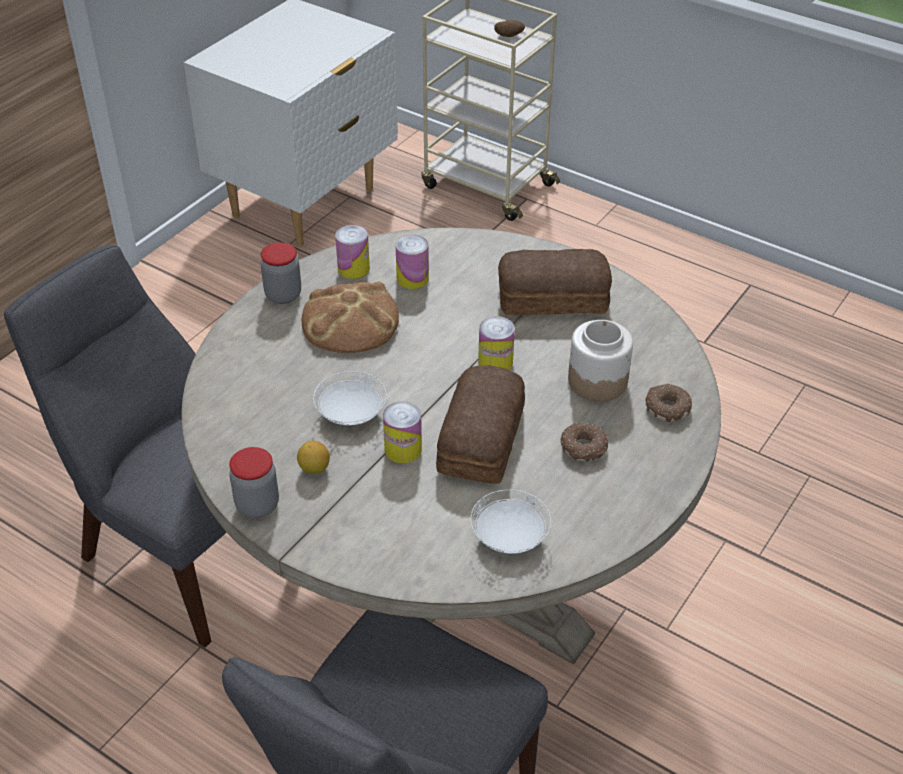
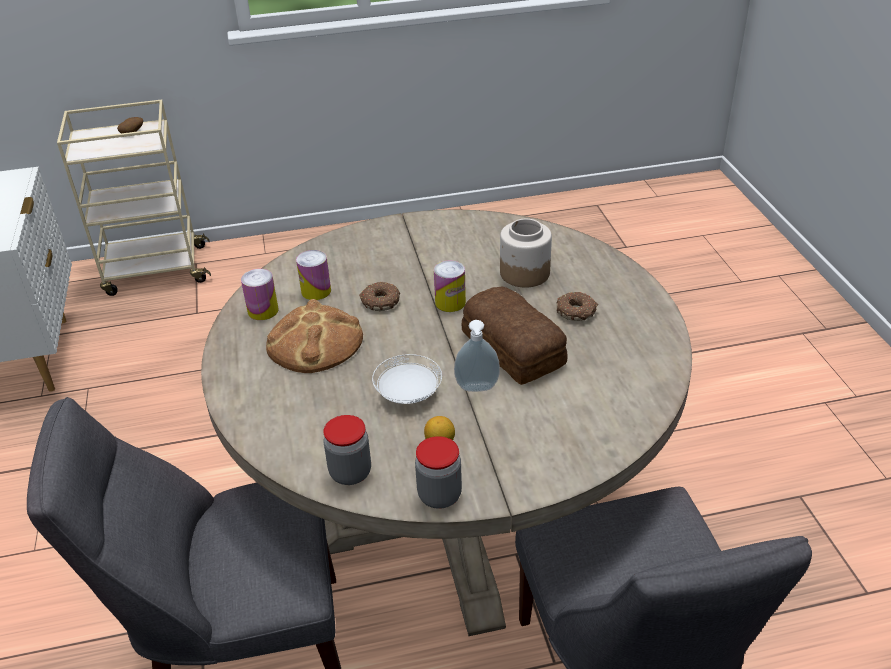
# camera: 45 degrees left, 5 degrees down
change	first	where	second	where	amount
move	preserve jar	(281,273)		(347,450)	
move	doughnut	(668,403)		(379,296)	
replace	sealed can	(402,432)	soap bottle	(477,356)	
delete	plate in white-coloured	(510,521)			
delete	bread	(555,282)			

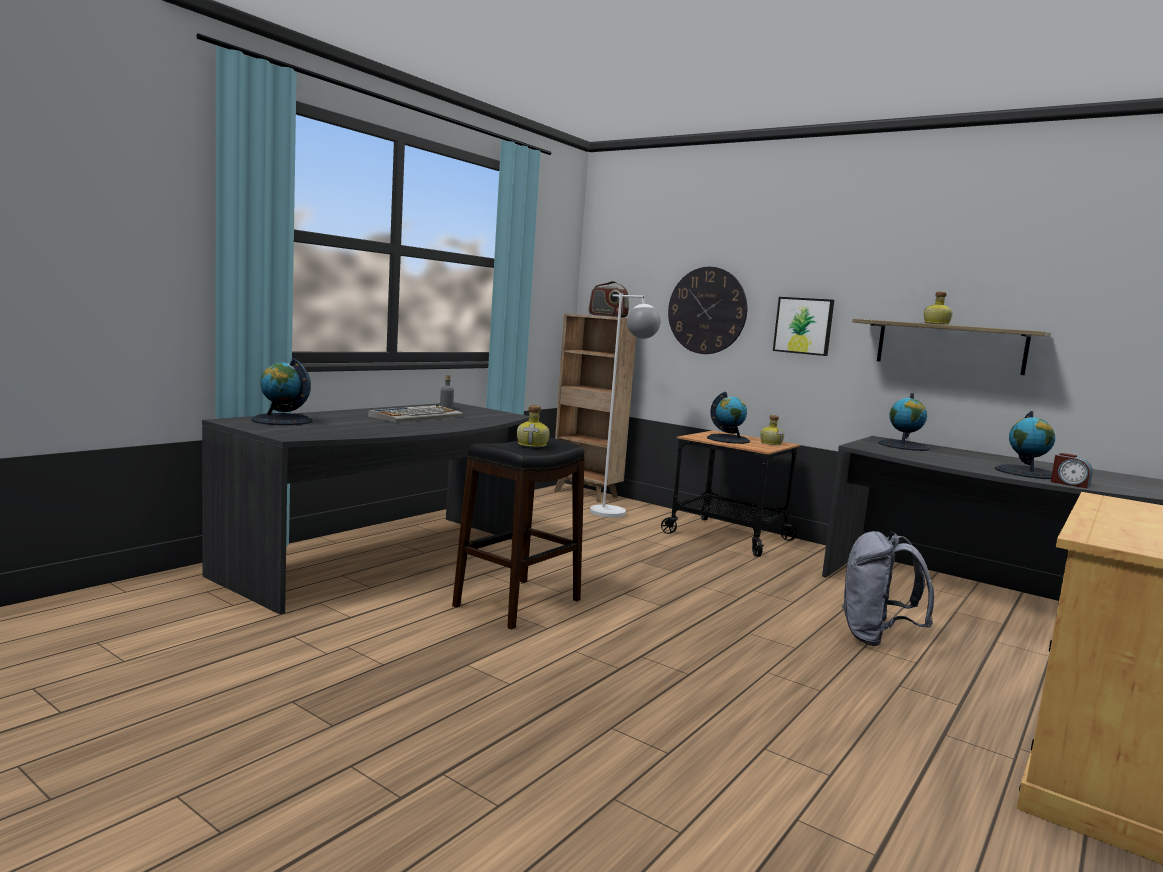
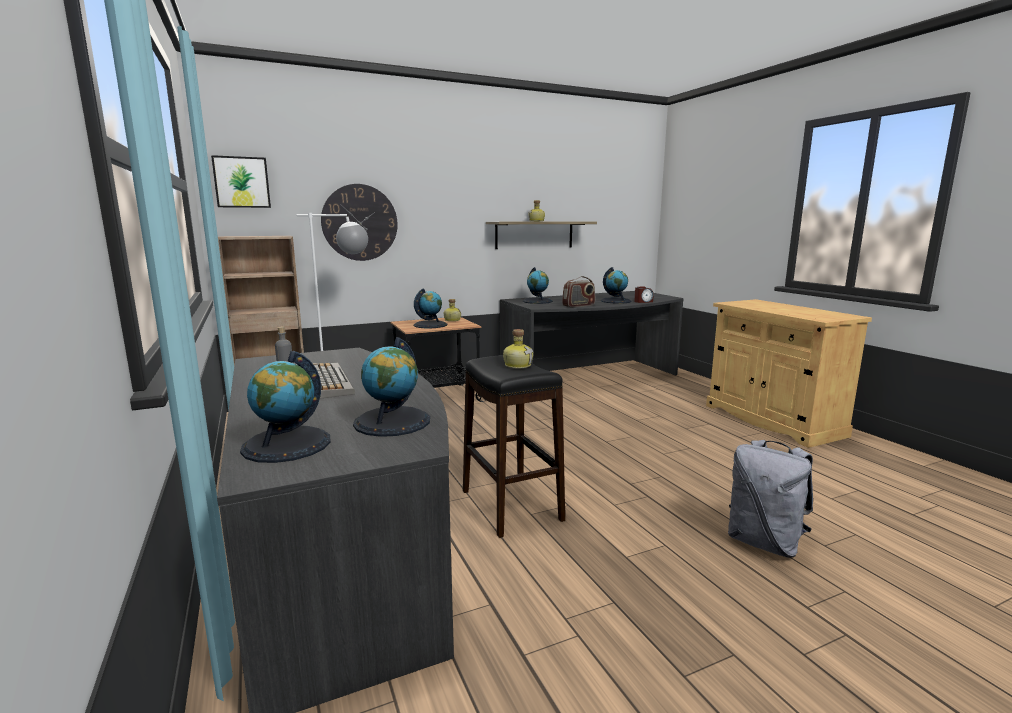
# camera: 60 degrees left, 5 degrees up
change	first	where	second	where	amount
move	picture	(803,326)		(241,181)	
insert			desk globe	(391,387)	
move	radio receiver	(609,299)		(578,291)	
move	backpack in greyish	(888,588)		(770,499)	

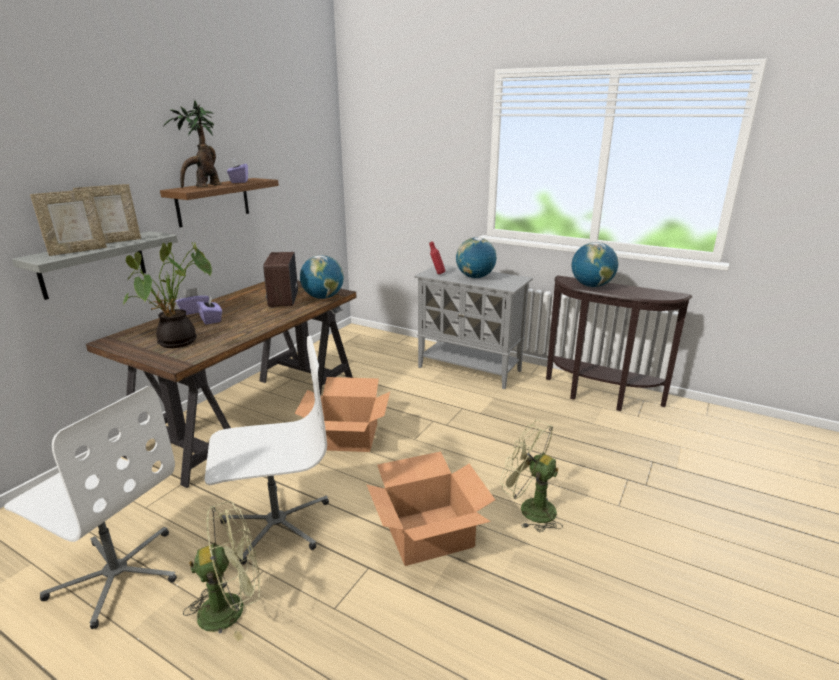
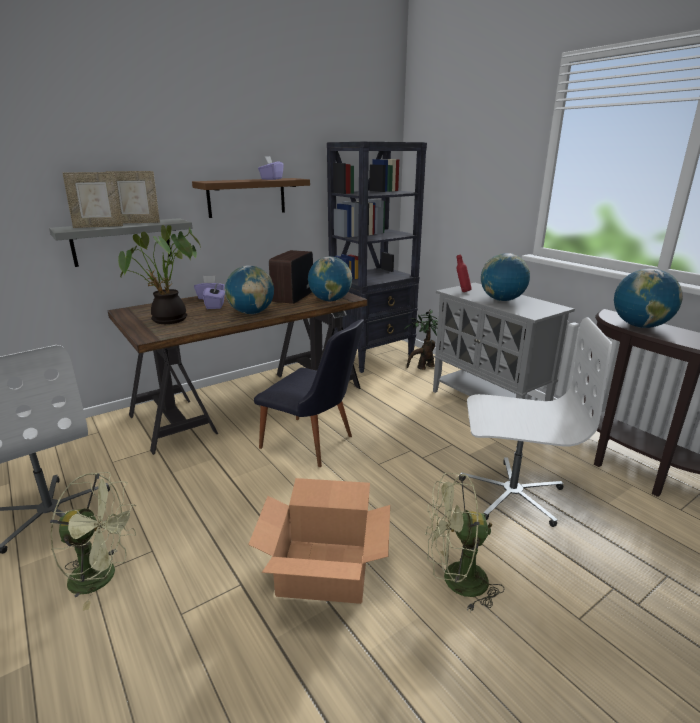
# camera: 25 degrees right, 0 degrees up
change	first	where	second	where	amount
insert			desk globe	(249,289)	
replace	packing box	(342,414)	plain chair in black-coloured	(309,393)	
insert			bookcase in black-coloured	(377,257)	
move	plant in a pot	(192,144)		(421,339)	
rotate	electric fan in green-coloured	(531,476)		(465,542)	60 degrees counterclockwise
move	computer chair in white-coloured	(267,449)		(536,422)	

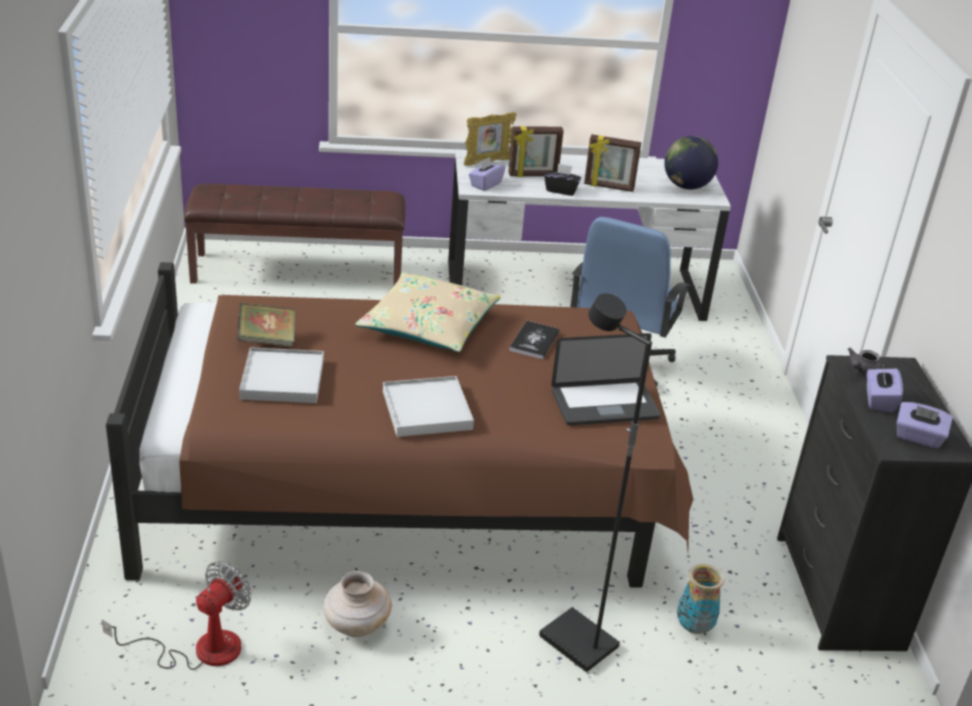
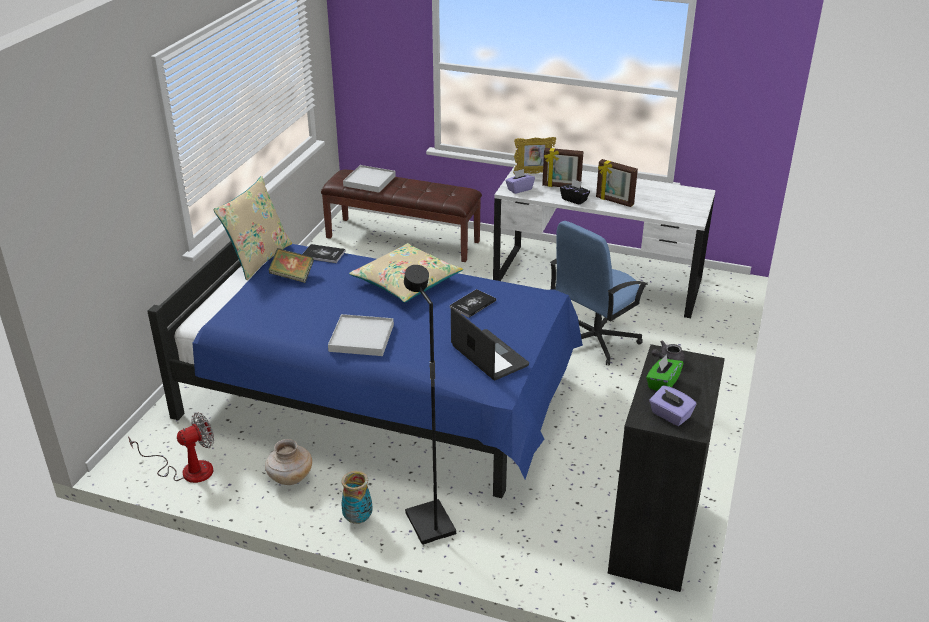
# camera: 25 degrees right, 0 degrees up
change	first	where	second	where	amount
recolor	bed in brown	(399,425)	bed in blue	(365,369)	
insert			throw pillow in sand-coloured	(252,228)	
insert			volume	(323,253)	
move	vase	(700,599)		(357,497)	
move	serving tray in white-coloured	(281,375)		(369,179)	
rotate	notebook computer	(606,379)		(490,343)	135 degrees counterclockwise
recolor	tissue box in purple-coloured	(885,388)	tissue box in green-coloured	(664,372)	
delete	desk globe	(691,162)			

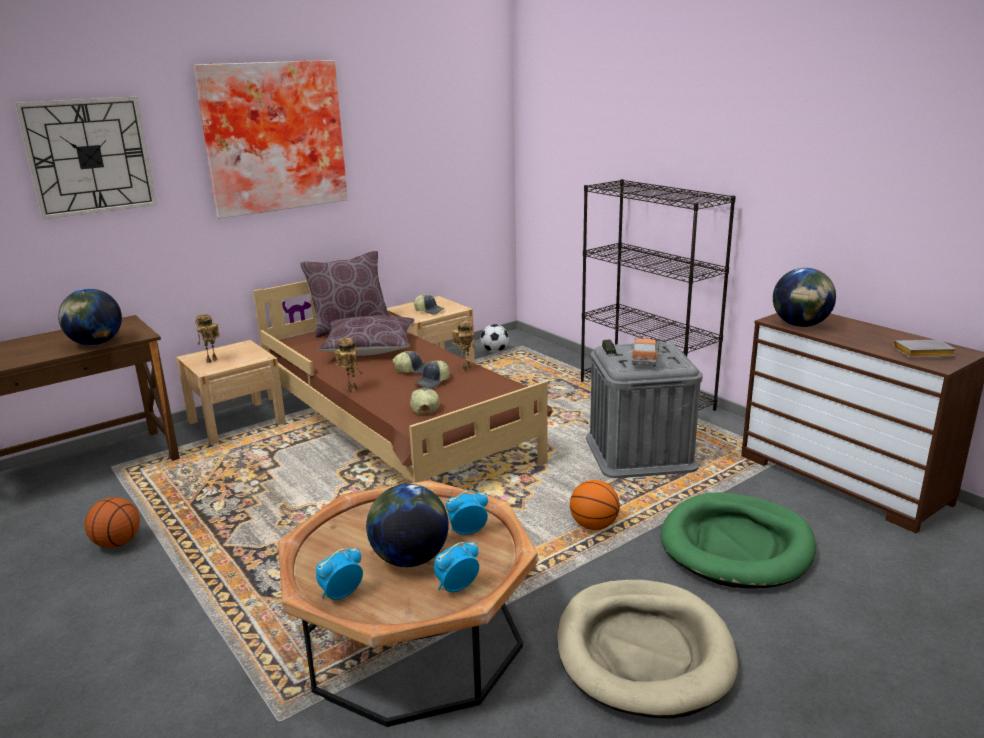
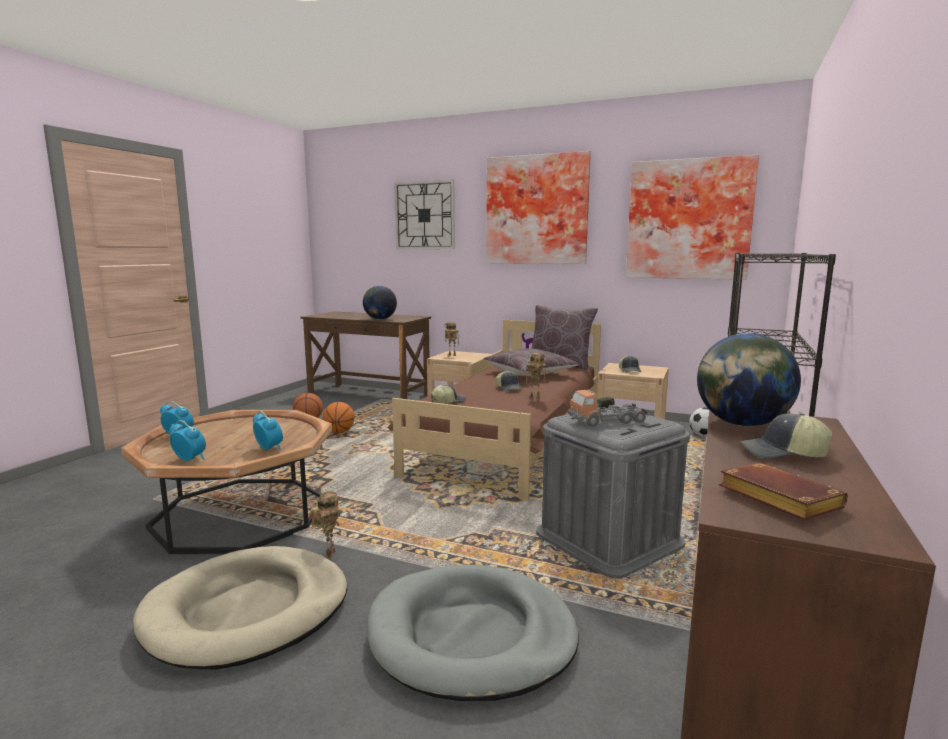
# camera: 60 degrees right, 10 degrees down
change	first	where	second	where	amount
move	toy robot	(349,364)		(325,525)	
move	basketball	(595,505)		(338,417)	
recolor	pet bed in green-coloured	(738,540)	pet bed in greyish	(472,633)	
insert			picture	(692,217)	
recolor	volume in greyish	(924,349)	volume in brown	(783,491)	
move	peaked cap	(433,374)		(785,435)	
delete	desk globe	(407,525)			

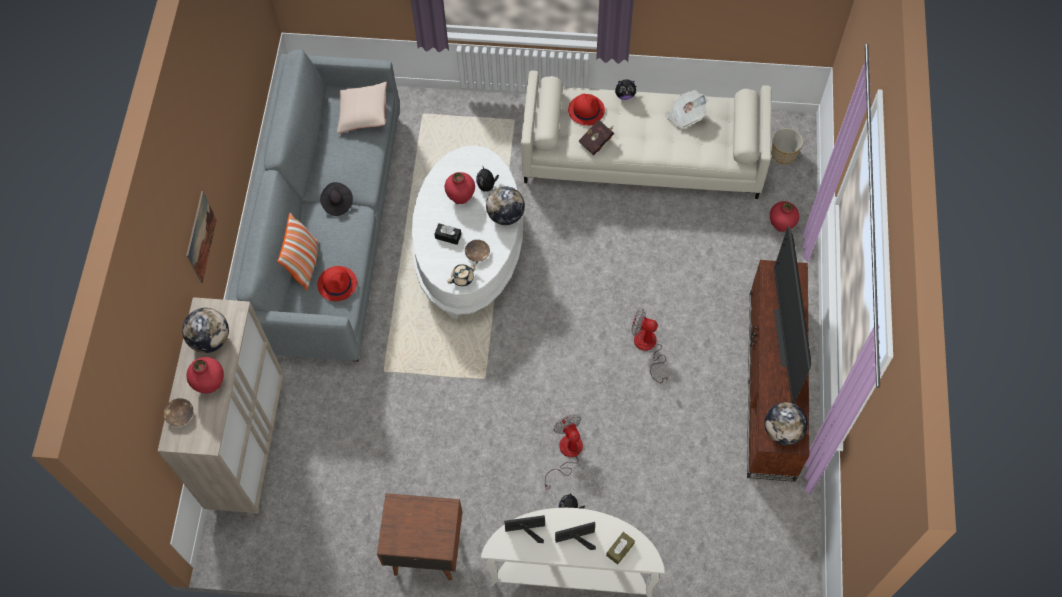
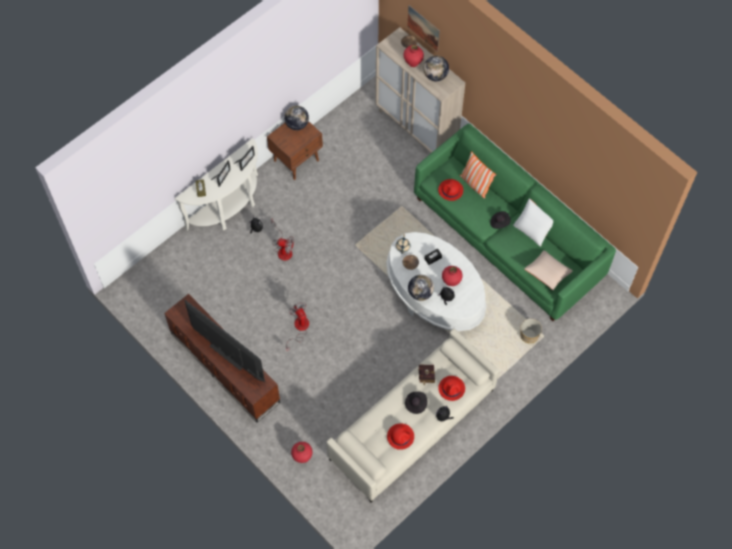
# camera: 130 degrees right, 0 degrees up
change	first	where	second	where	amount
move	desk globe	(786,423)		(296,118)	
rotate	electric fan	(650,345)		(297,326)	90 degrees counterclockwise
replace	newspaper	(686,109)	hat in reddish	(400,437)	
insert			hat in black-coloured	(416,402)	
move	picture	(201,237)		(423,28)	
recolor	settee in greyish	(313,205)	settee in green-coloured	(515,222)	
insert			throw pillow in white-coloured	(533,222)	
move	flower pot	(787,146)		(531,331)	

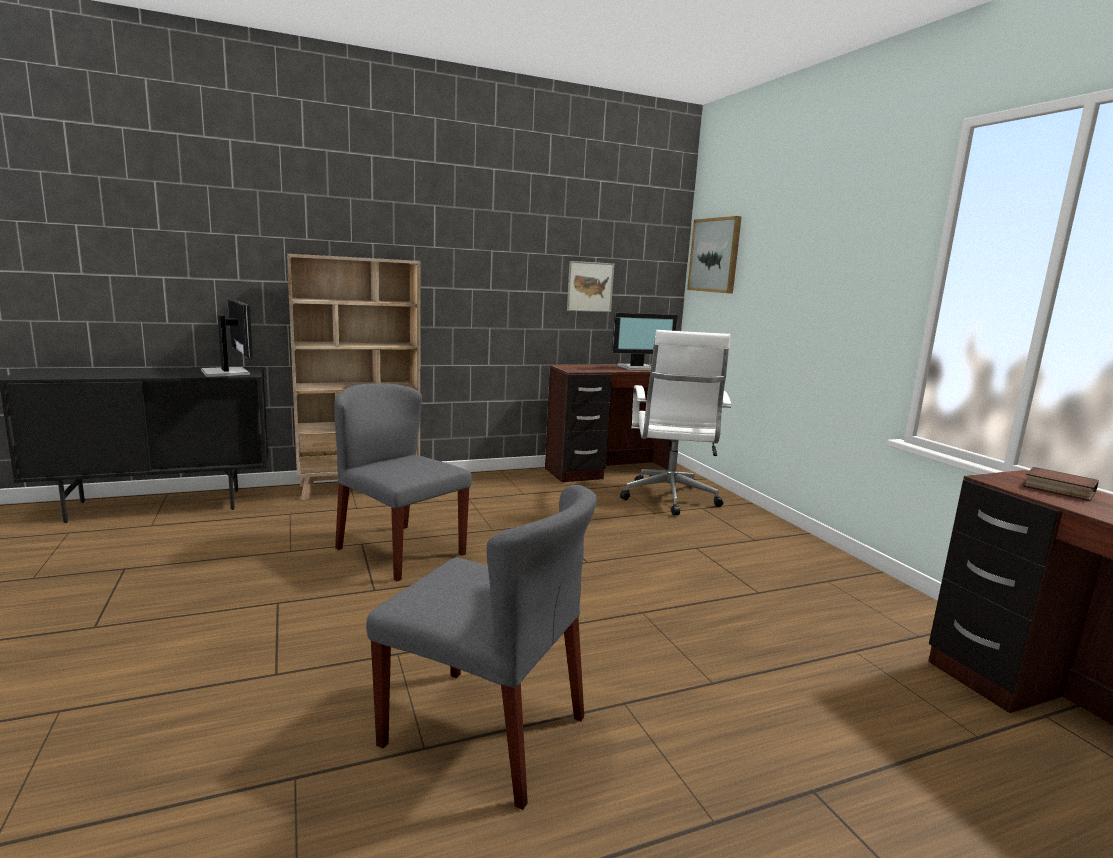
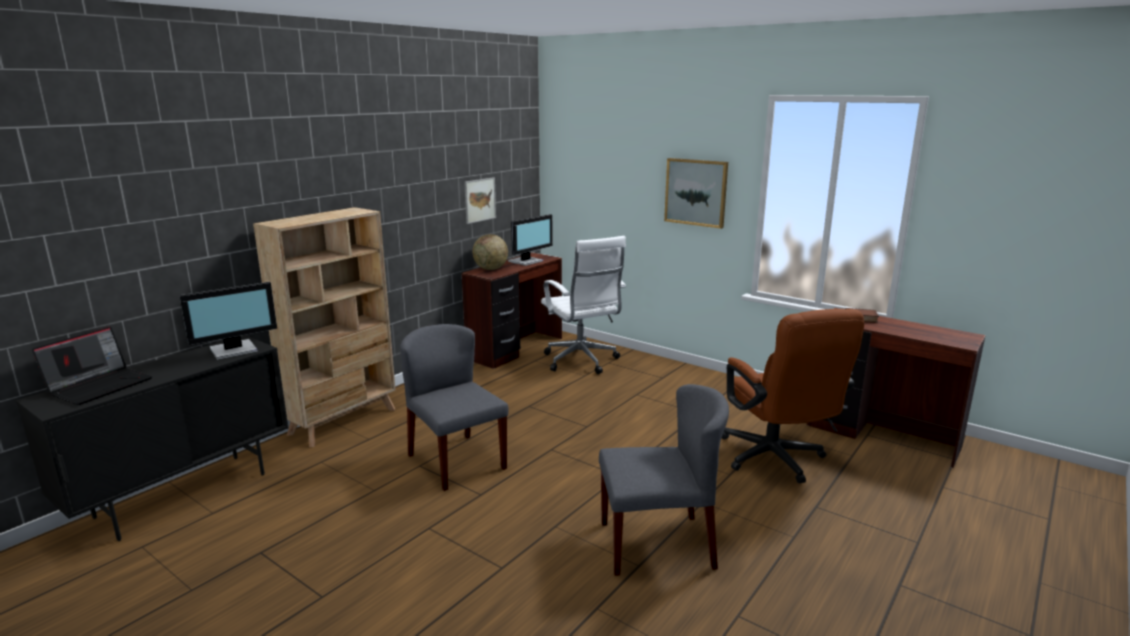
# camera: 30 degrees left, 5 degrees up
change	first	where	second	where	amount
insert			notebook computer	(92,365)	
rotate	computer display	(227,338)		(228,321)	120 degrees clockwise
rotate	plain chair in greyish	(403,482)		(454,407)	45 degrees clockwise
insert			desk globe	(490,252)	
move	picture	(714,255)		(696,193)	
insert			computer chair in brown	(793,396)	

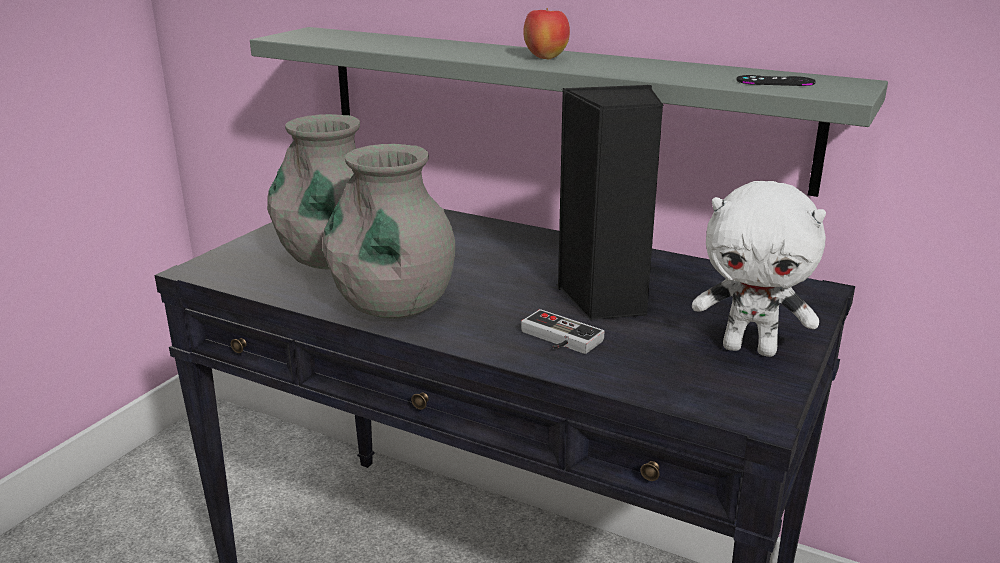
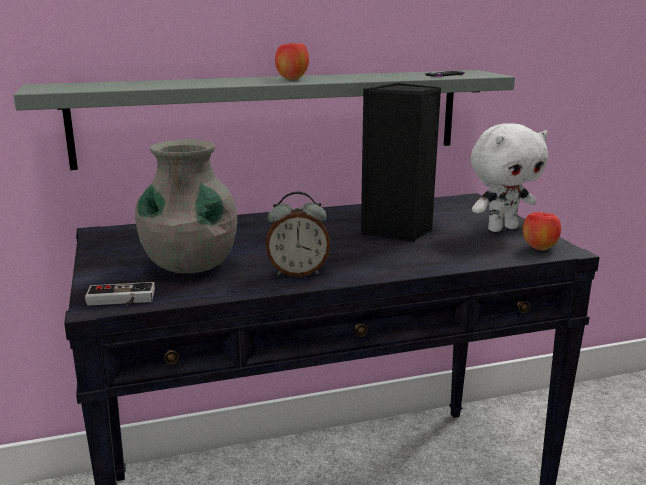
# camera: 45 degrees left, 5 degrees down
change	first	where	second	where	amount
move	gamepad	(562,331)		(120,294)	
replace	vase in greyish	(389,231)	table clock	(298,234)	
insert			apple	(542,231)	

